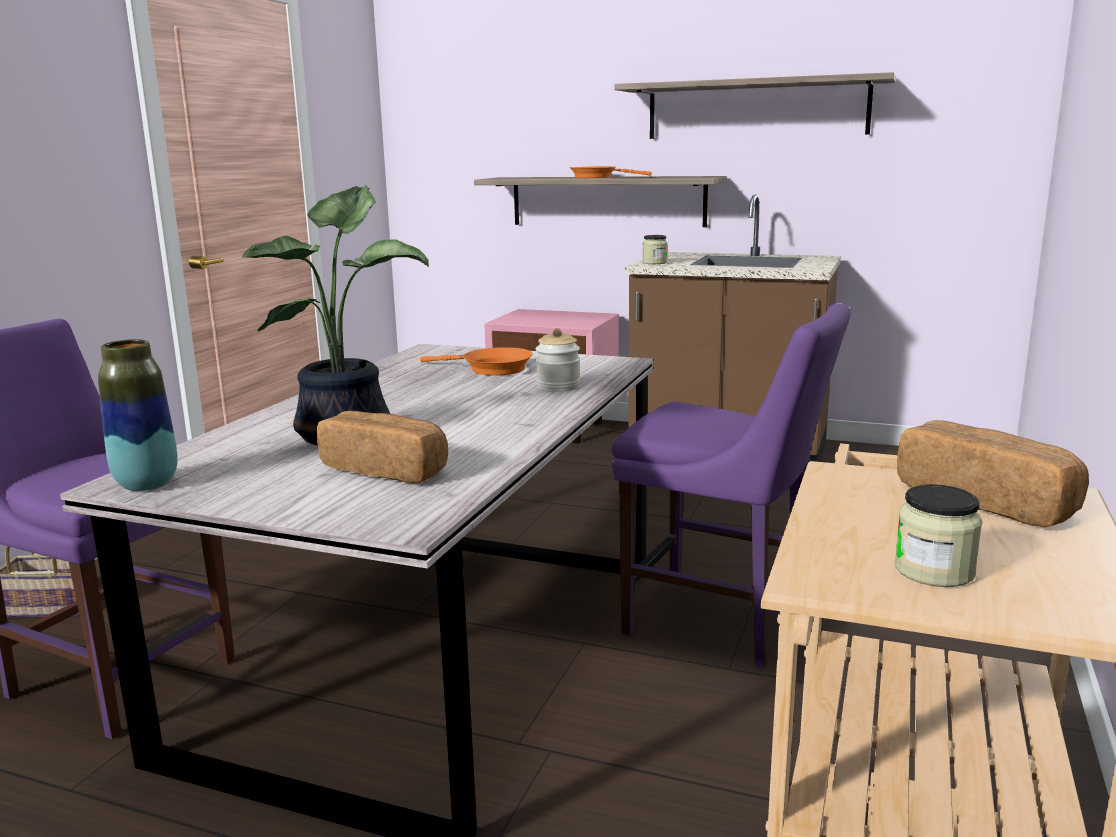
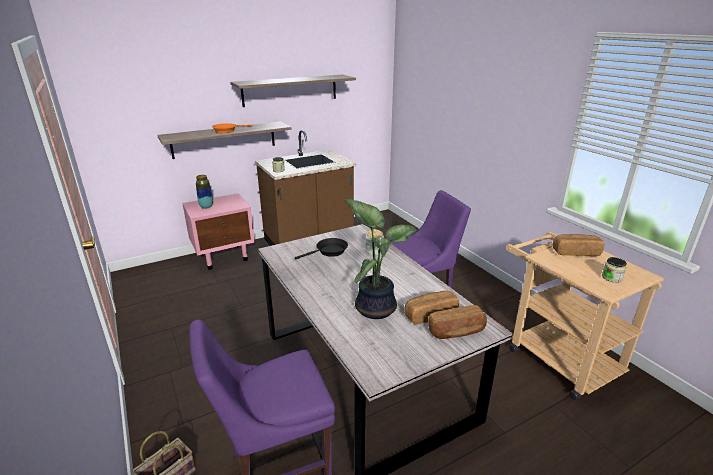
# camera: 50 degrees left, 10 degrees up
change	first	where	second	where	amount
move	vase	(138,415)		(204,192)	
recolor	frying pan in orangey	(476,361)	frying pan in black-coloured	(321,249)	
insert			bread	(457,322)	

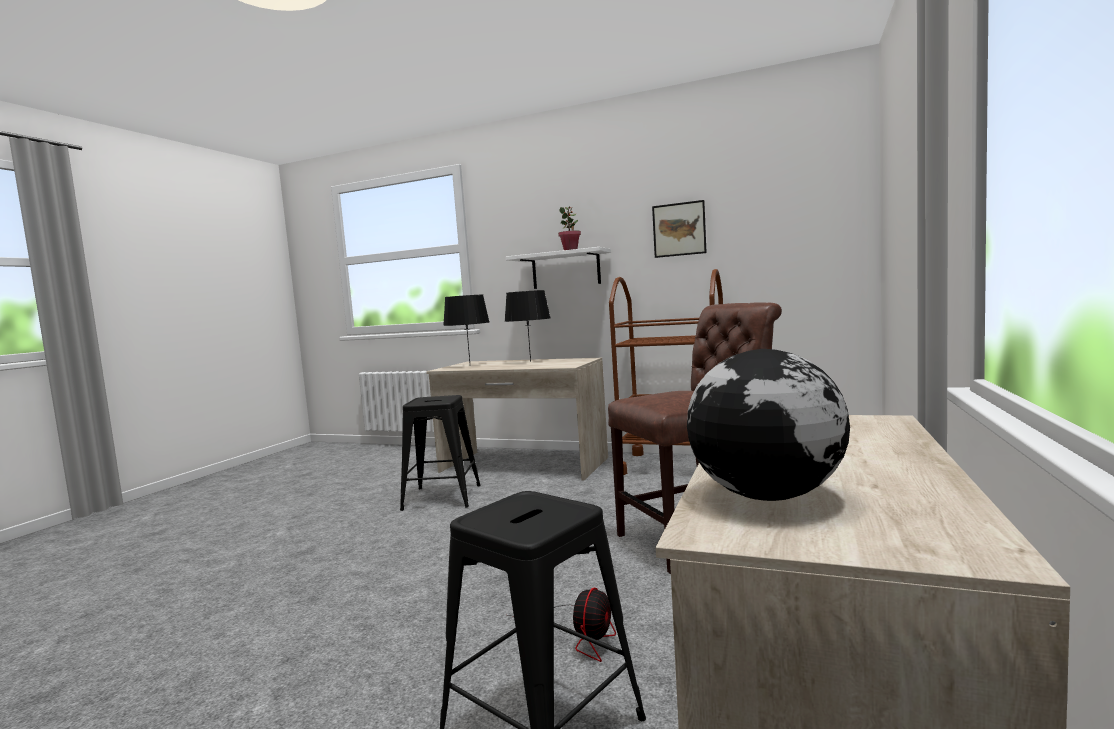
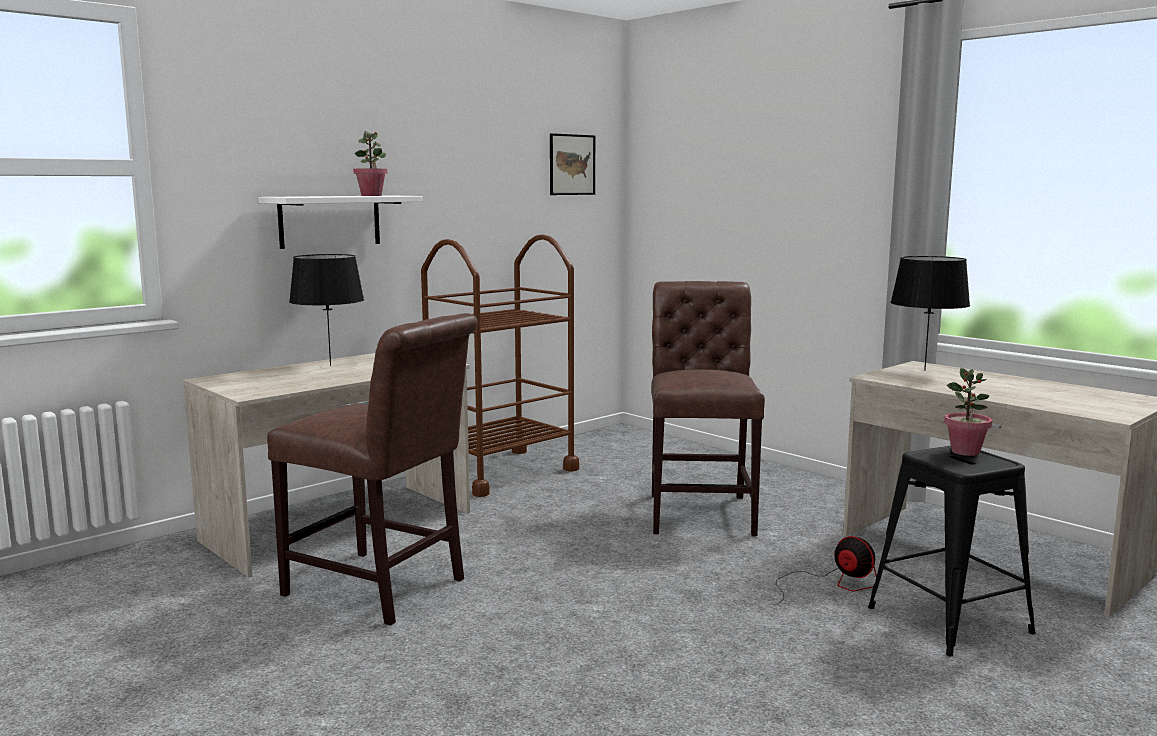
# camera: 65 degrees left, 5 degrees up
change	first	where	second	where	amount
replace	sitting stool in black-coloured	(440,453)	plain chair in brown	(372,469)	
move	picture	(679,229)		(572,164)	
move	table lamp in black-coloured	(466,328)		(930,313)	
insert			plant in a pot	(968,412)	
delete	desk globe	(768,425)			

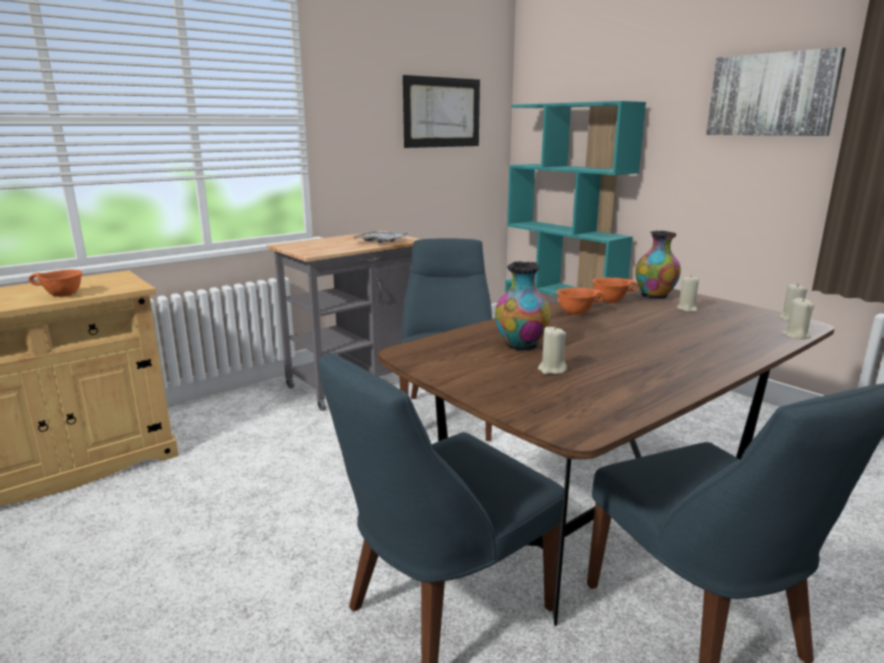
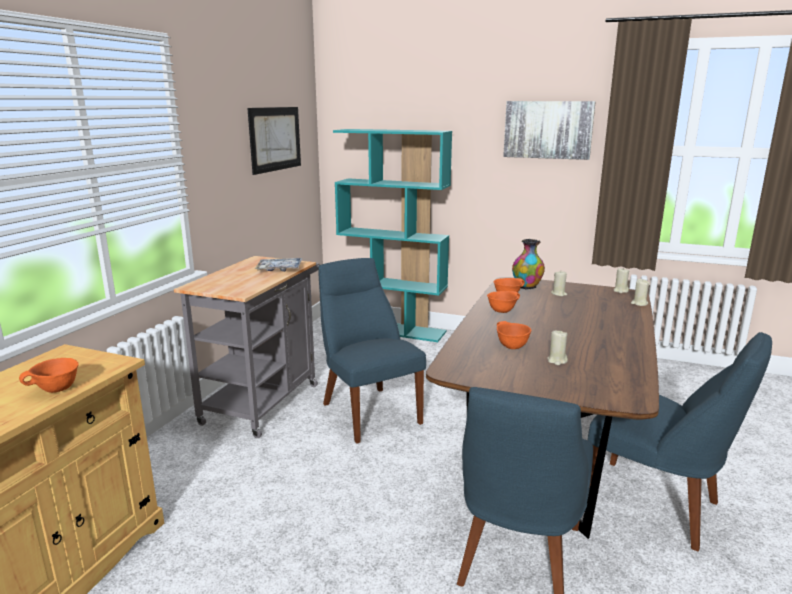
# camera: 30 degrees left, 0 degrees up
change	first	where	second	where	amount
replace	vase	(523,306)	deep dish in orangey	(514,335)	

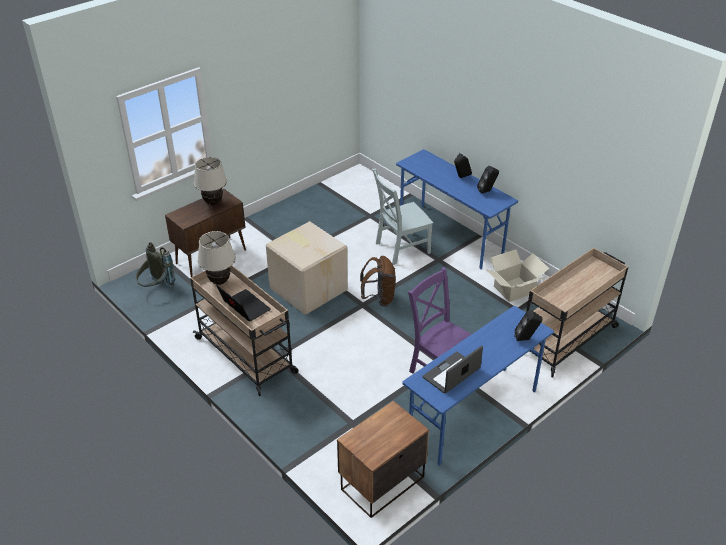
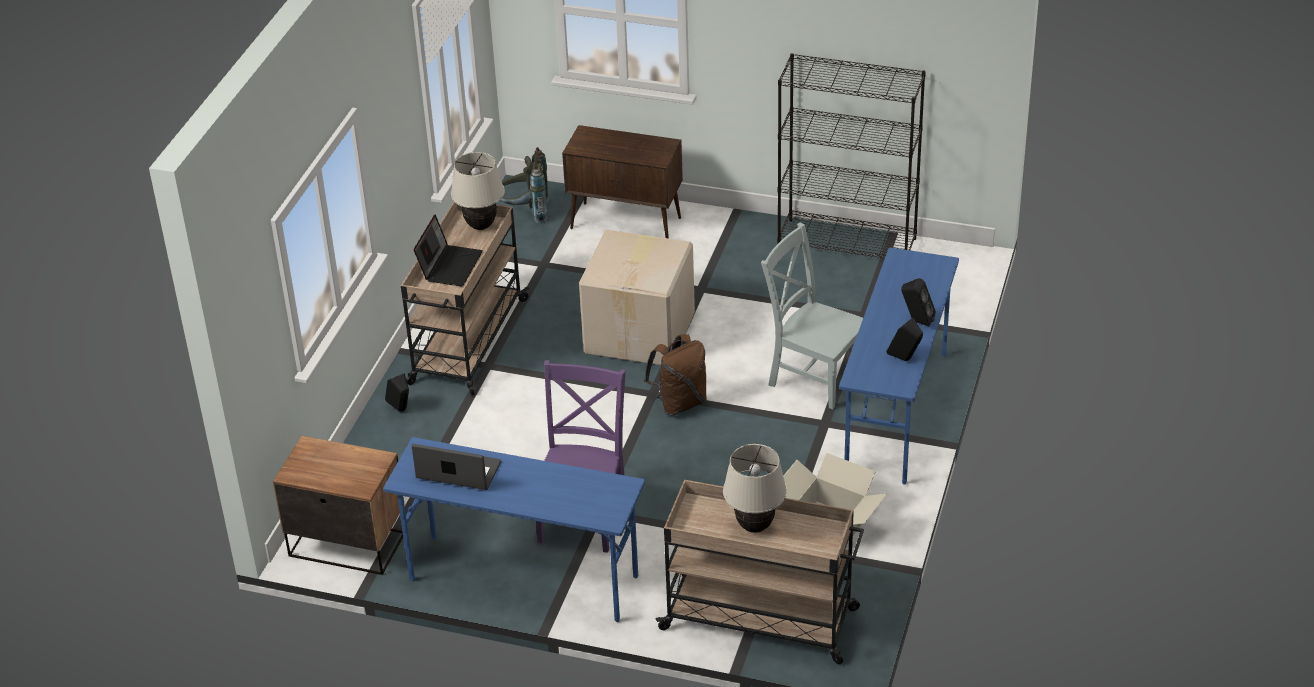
# camera: 60 degrees right, 0 degrees up
change	first	where	second	where	amount
move	audio speaker in black-coloured	(528,325)		(397,392)	
move	table lamp in sand-coloured	(210,181)		(755,488)	
insert			bookcase in black-coloured	(851,155)	

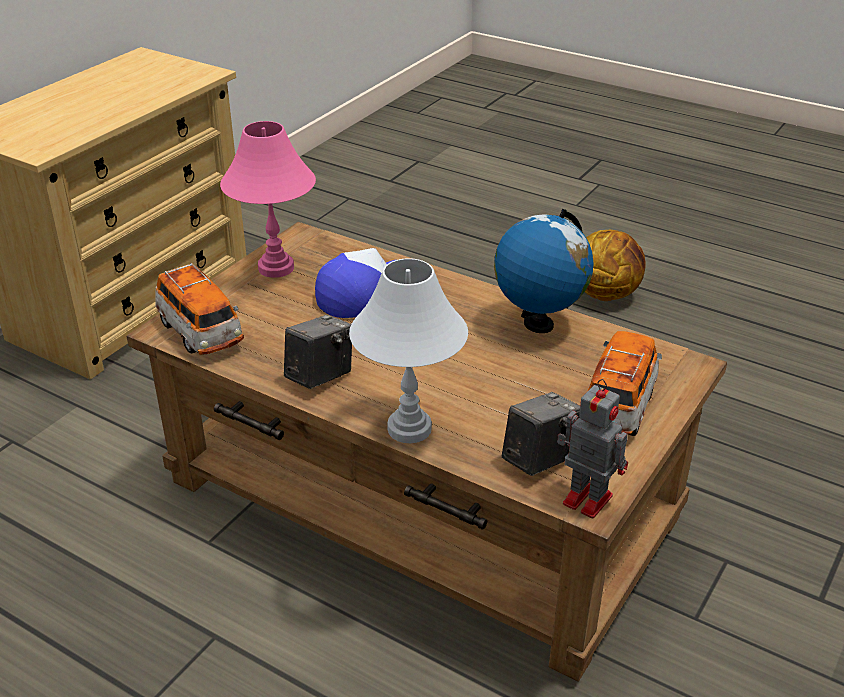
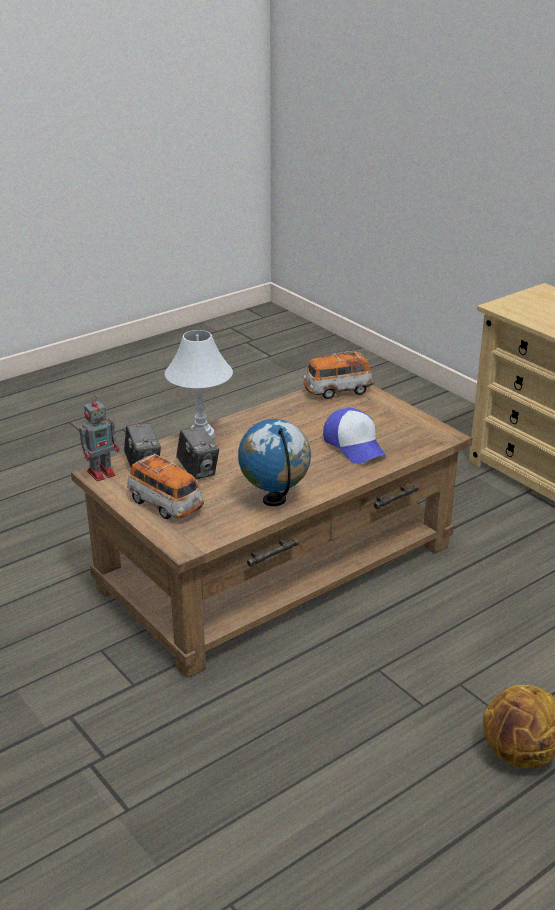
# camera: 110 degrees right, 5 degrees down
change	first	where	second	where	amount
move	photo camera	(318,352)		(197,452)	
delete	table lamp in pinkish	(268,199)			

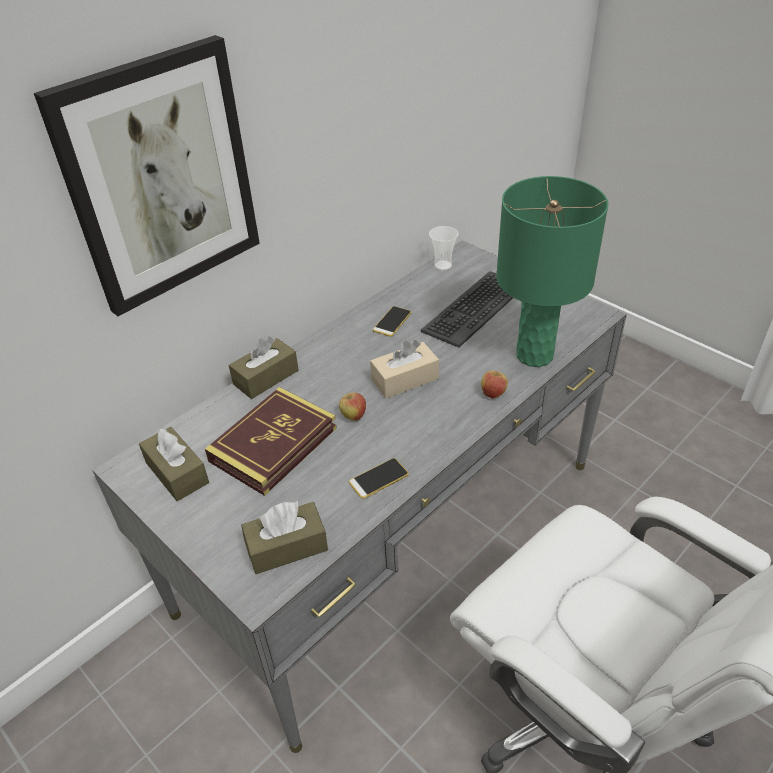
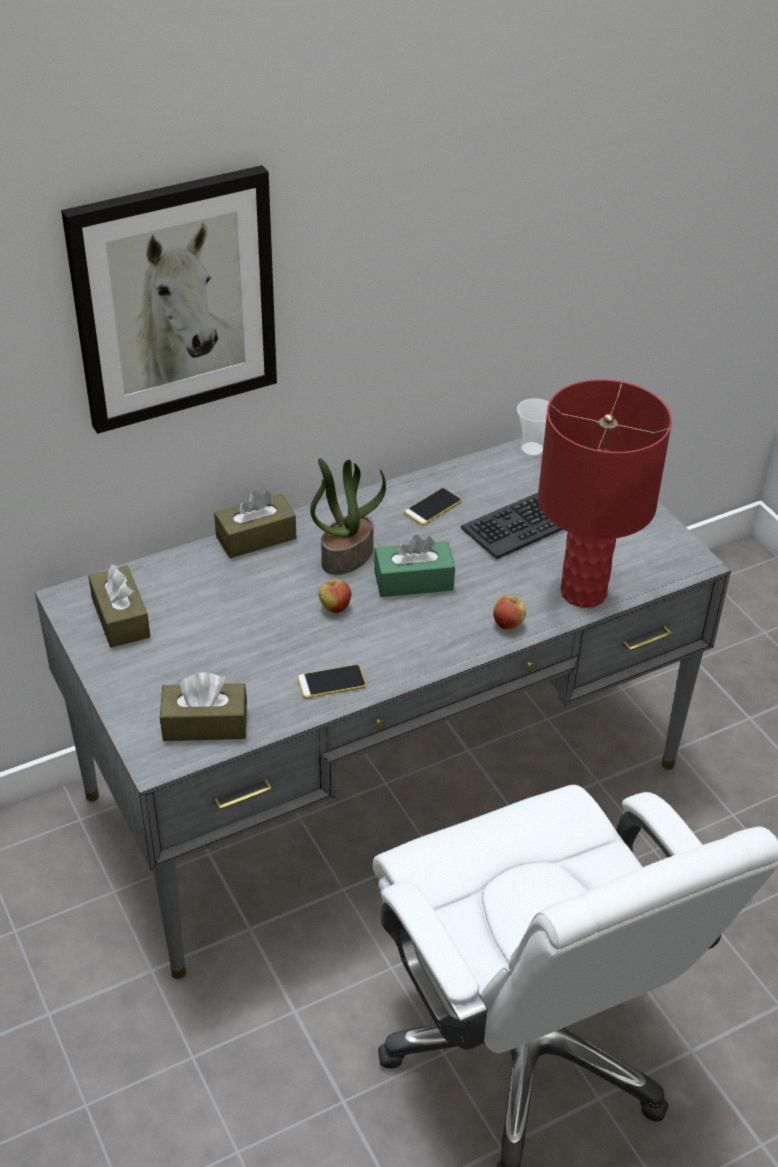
# camera: 15 degrees right, 0 degrees up
change	first	where	second	where	amount
insert			plant in a pot	(348,516)	
recolor	tissue box in sand-coloured	(404,369)	tissue box in green-coloured	(414,565)	
recolor	table lamp in green-coloured	(552,271)	table lamp in reddish	(605,493)	
delete	volume	(271,441)			

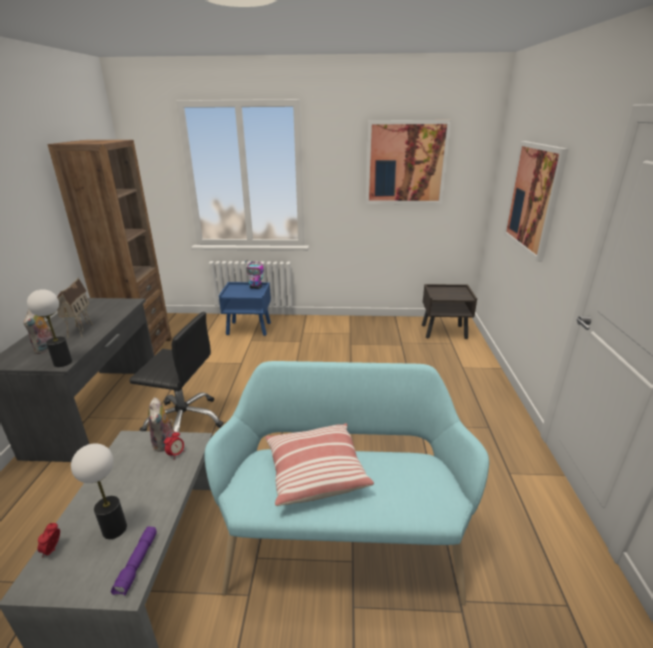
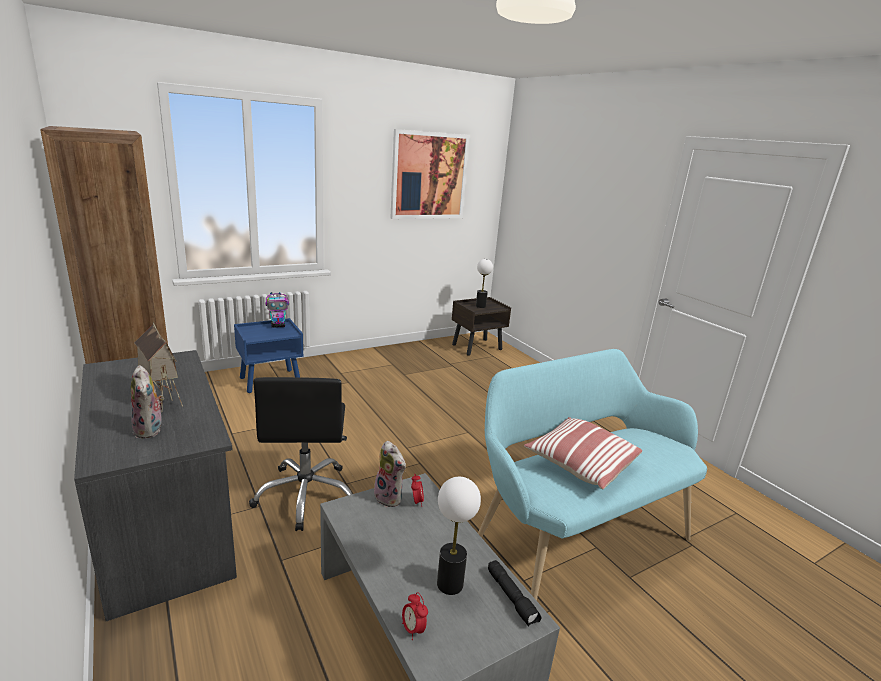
# camera: 35 degrees left, 5 degrees down
change	first	where	second	where	amount
rotate	computer chair in black-coloured	(176,372)		(300,454)	105 degrees clockwise
move	table lamp	(49,328)		(484,283)	
recolor	hand torch in purple-coloured	(134,560)	hand torch in black-coloured	(514,593)	
delete	picture	(536,201)			

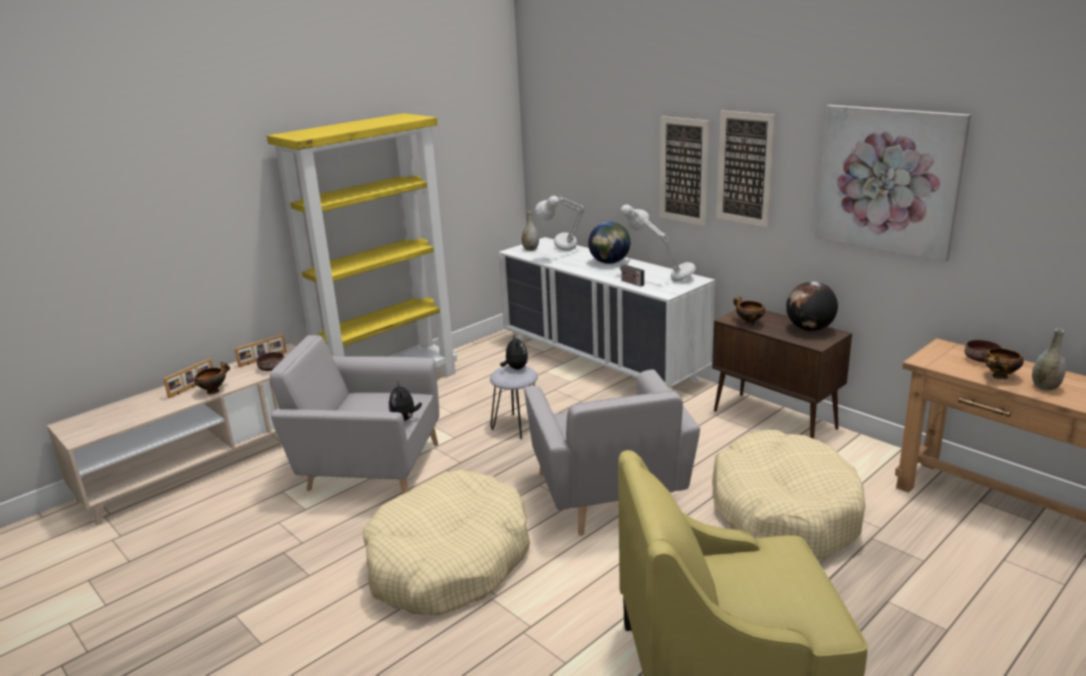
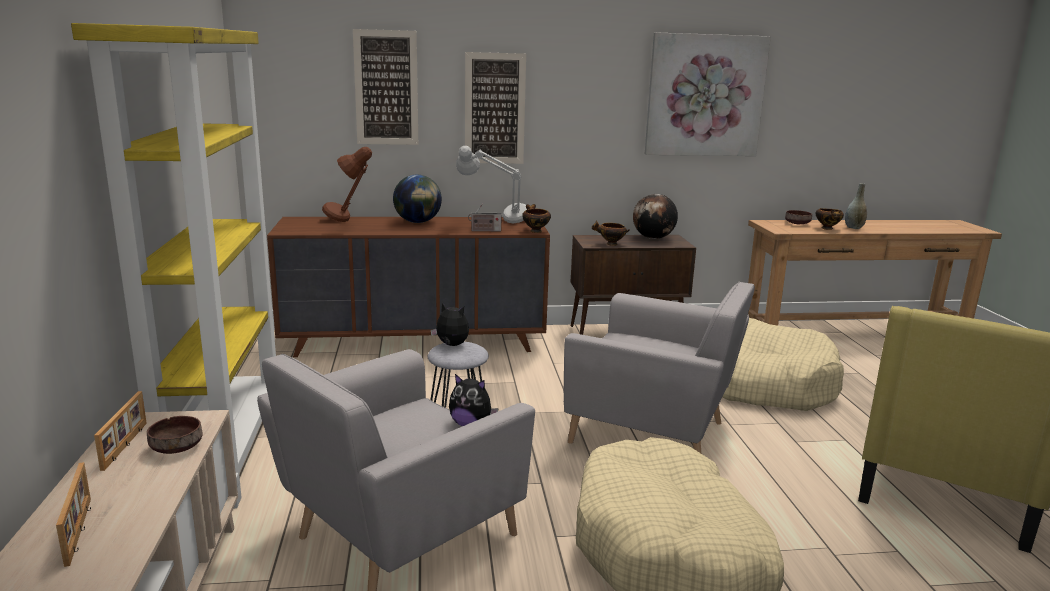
# camera: 55 degrees left, 5 degrees down
change	first	where	second	where	amount
recolor	dresser in white-coloured	(606,312)	dresser in brown	(408,287)	
recolor	table lamp in greyish	(559,223)	table lamp in brown	(347,184)	
move	picture	(745,168)		(385,87)	
move	deep dish	(212,378)		(536,218)	
delete	vase in greyish	(530,231)			

